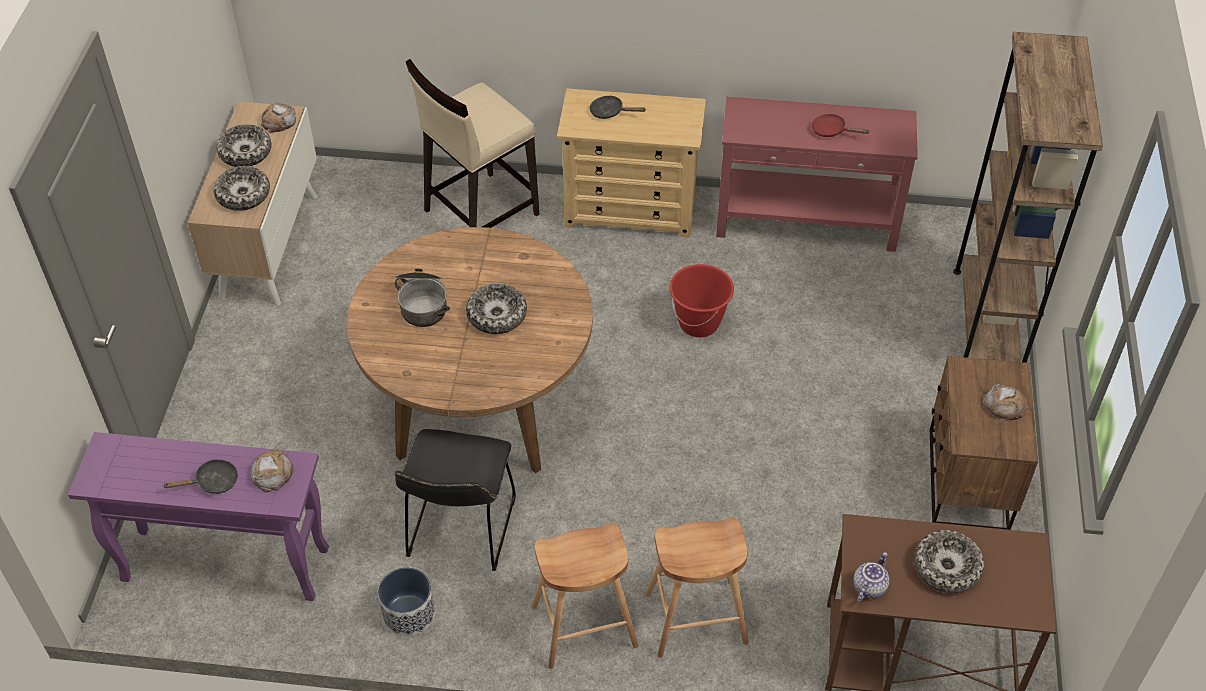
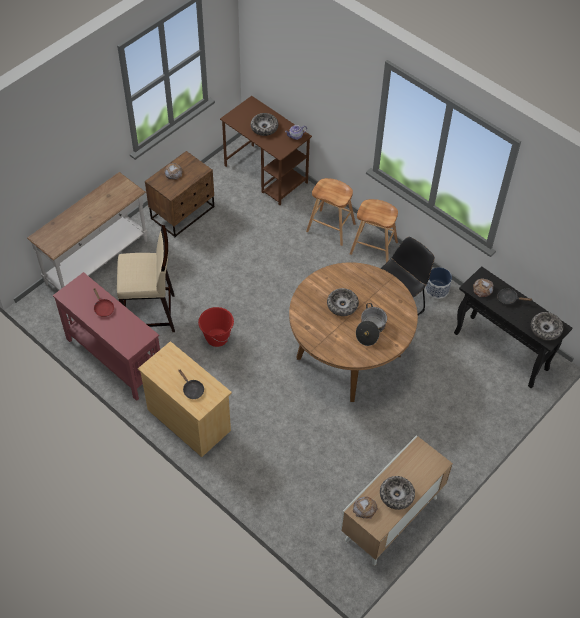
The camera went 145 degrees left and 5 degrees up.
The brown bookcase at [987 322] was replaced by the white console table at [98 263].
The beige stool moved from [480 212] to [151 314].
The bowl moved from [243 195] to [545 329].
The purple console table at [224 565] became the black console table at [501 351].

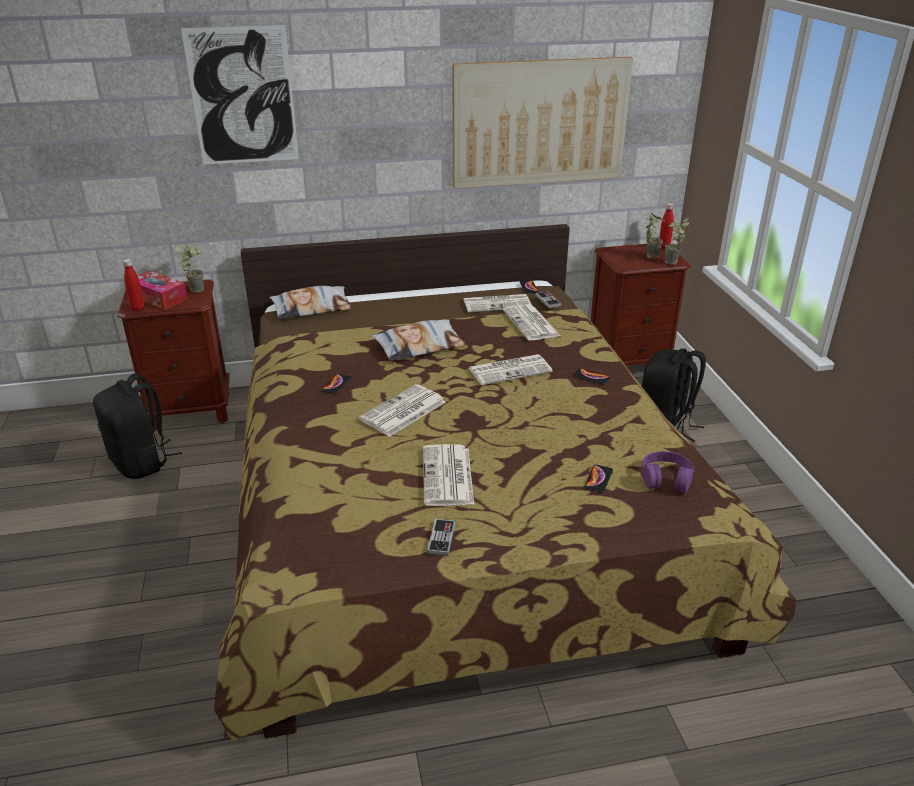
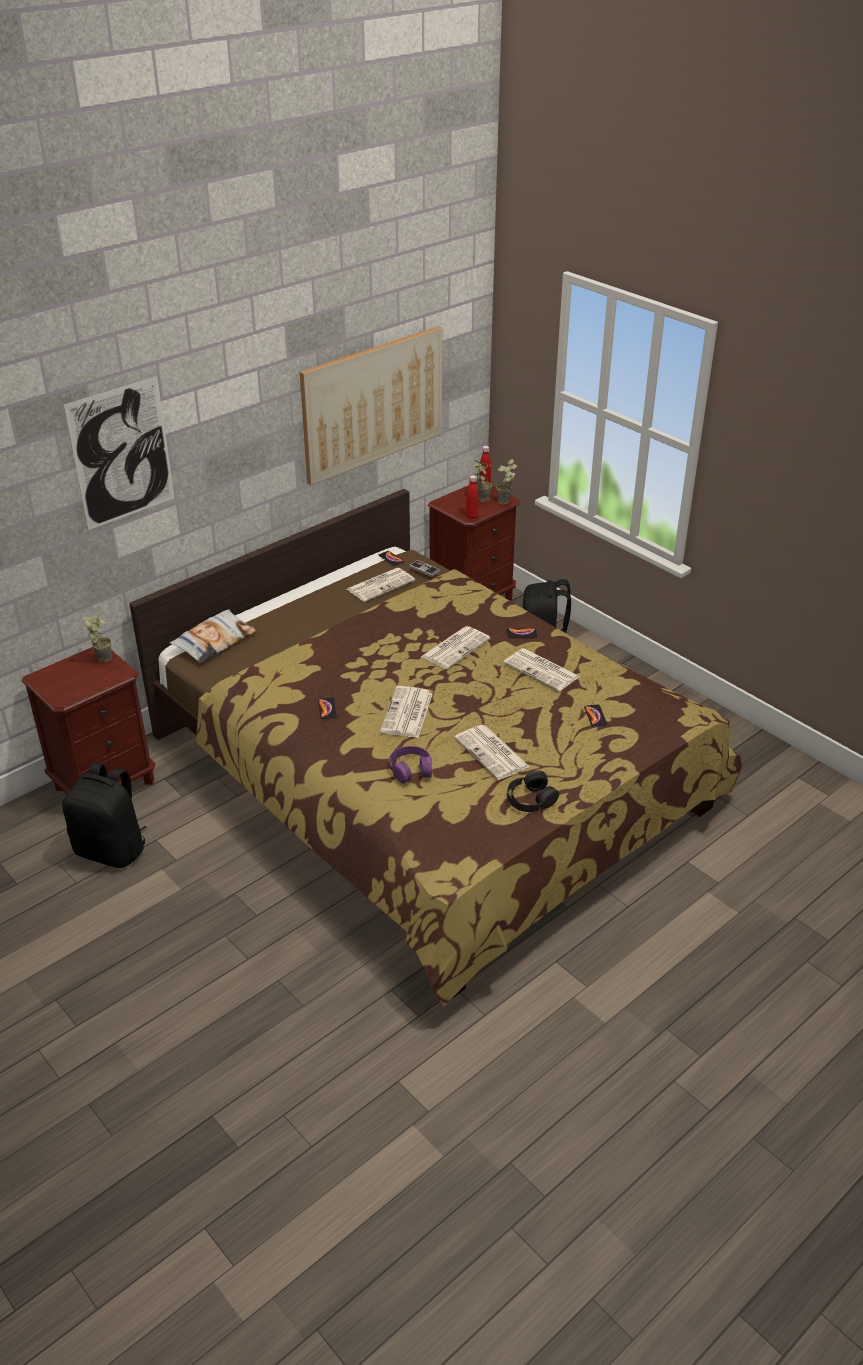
The camera went 30 degrees left and 5 degrees up.
The red bottle moved from [138 308] to [472 516].
The tissue box at [158 298] disappeared.
The newspaper moved from [532 323] to [542 670].
The pillow at [419 346] disappeared.
The purple headphones moved from [666 478] to [411 769].
The game controller at [441 538] was replaced by the black headphones at [530 799].

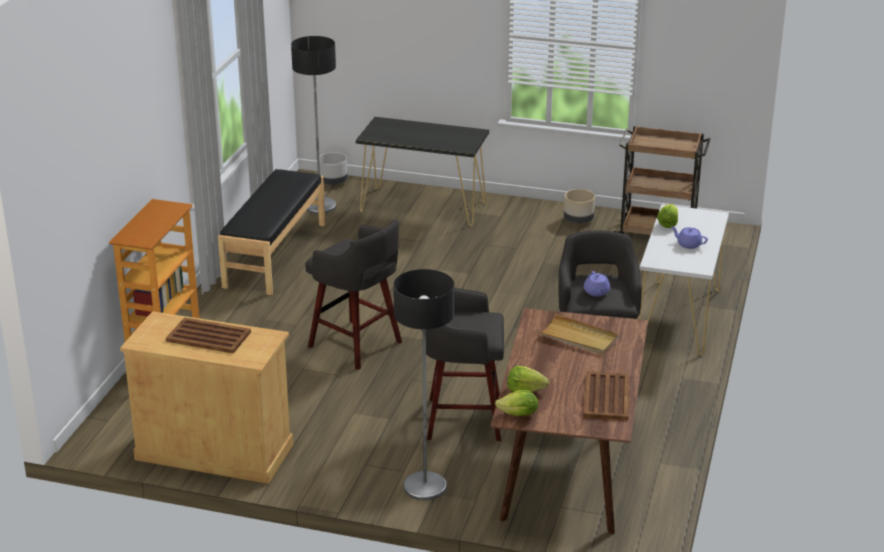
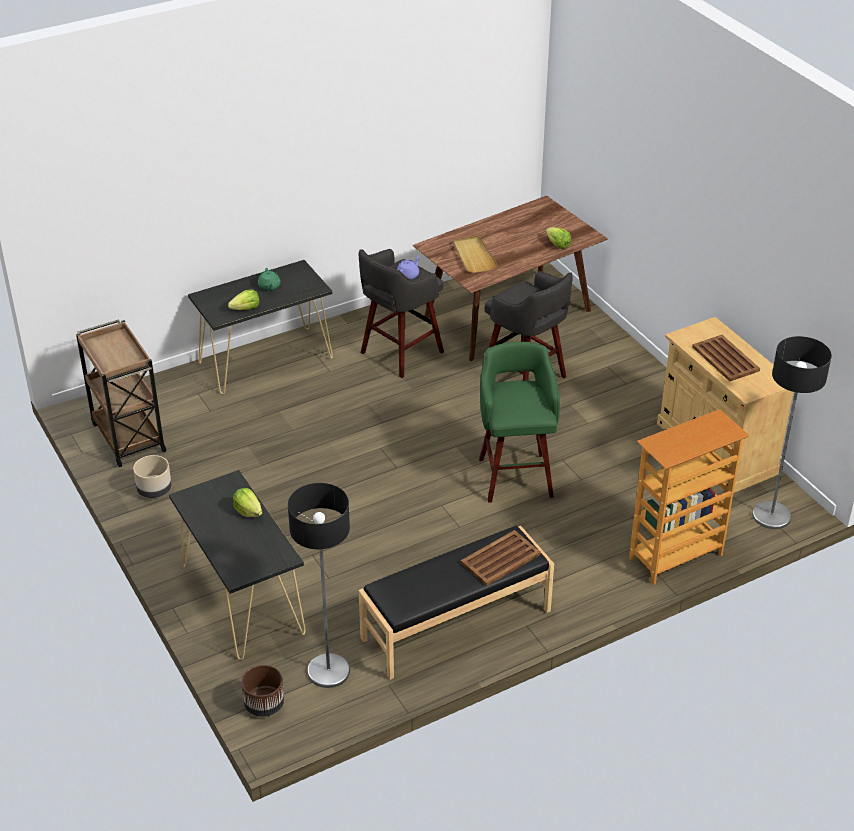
The camera went 135 degrees left and 10 degrees up.
The grey planter at [333 182] became the brown planter at [264 705].
The white console table at [678 318] became the black console table at [266 360].
The grey stool at [357 346] became the green stool at [515 475].
The purple teapot at [688 244] became the green teapot at [269 286].
The floor lamp moved from [424 486] to [771 516].
The brown tray moved from [606 396] to [500 559].
The lettuce moved from [518 414] to [248 511].

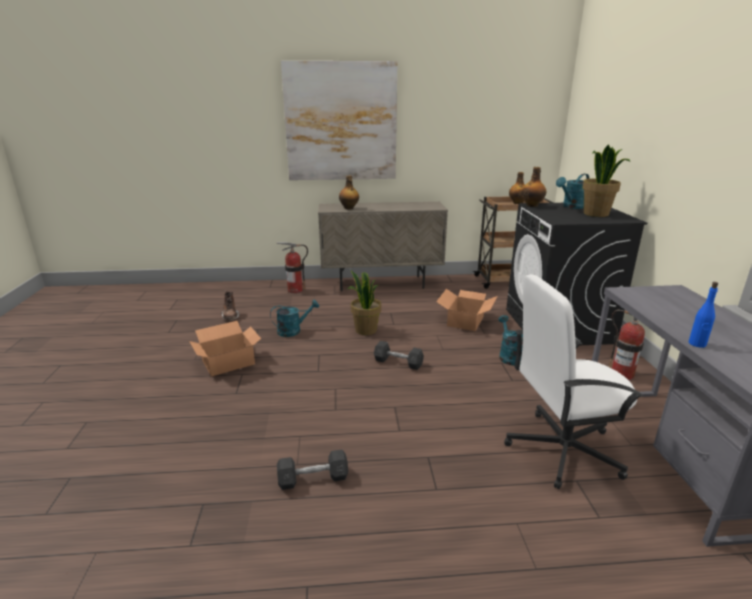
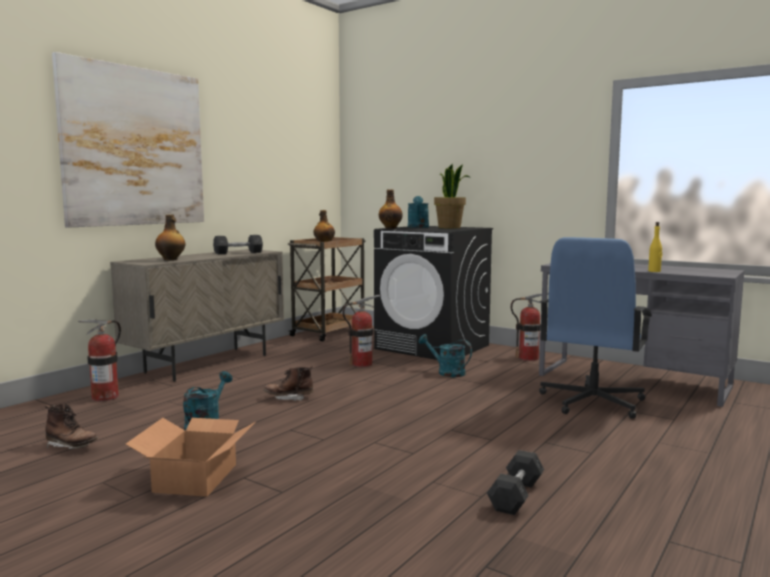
The camera went 50 degrees left and 15 degrees down.
The potted plant at [365 330] was replaced by the brown boot at [289 398].
The white office chair at [561 449] became the blue office chair at [591 402].
The blue bottle at [697 344] became the yellow bottle at [654 271].
The cardboard box at [466 321] was replaced by the fire extinguisher at [362 364].
The grey dumbbell moved from [398 362] to [238 253].

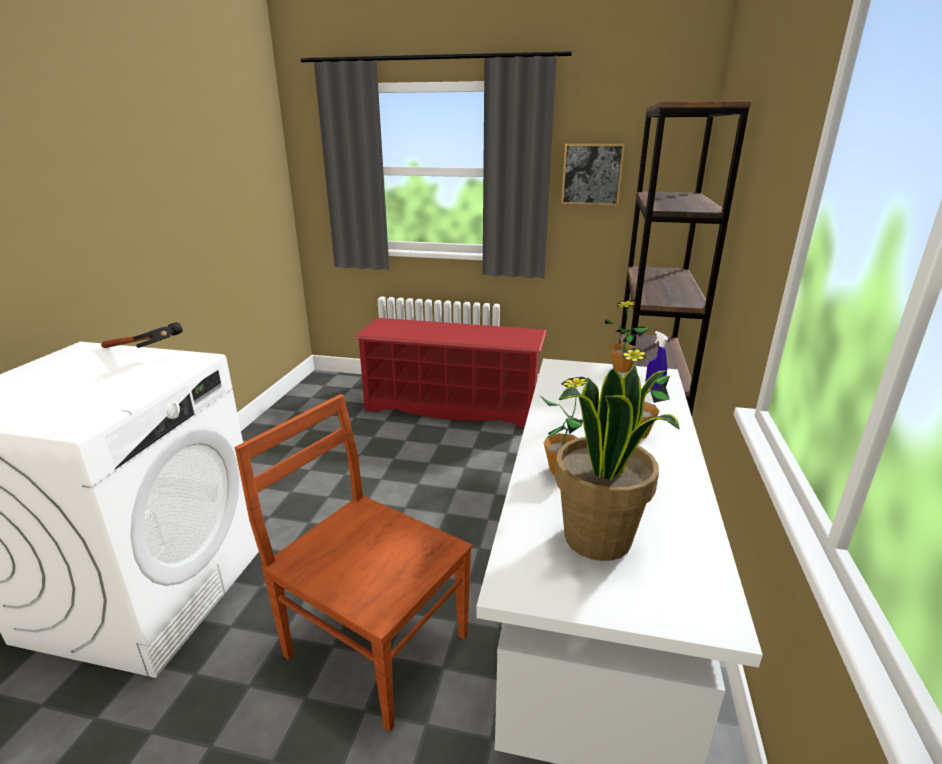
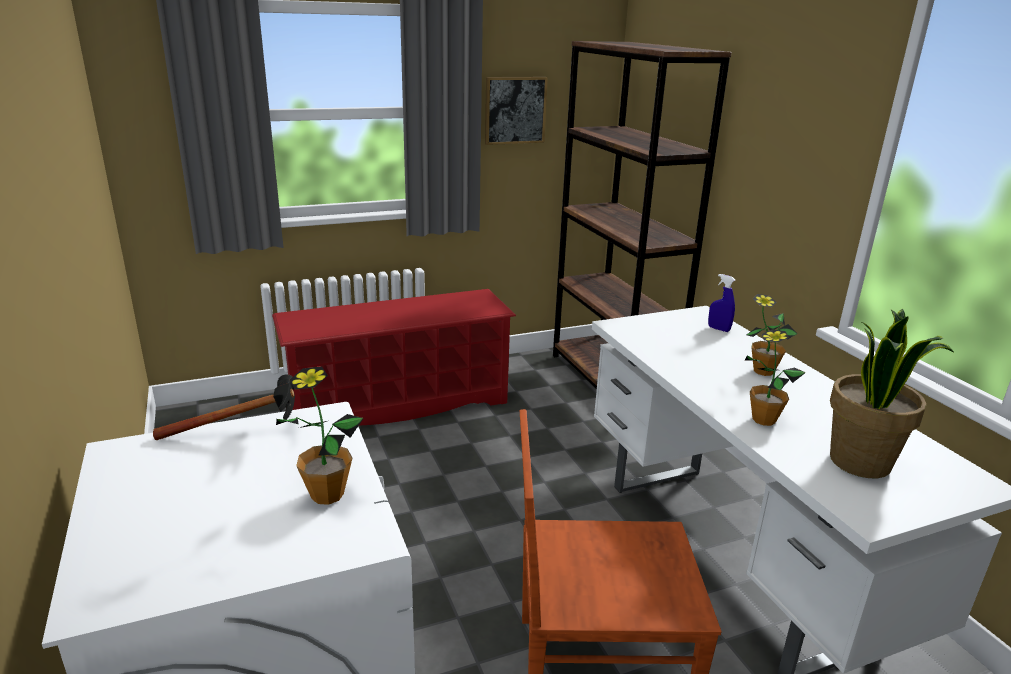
The camera went 35 degrees left and 0 degrees up.
The potted plant moved from [621 369] to [327 494].

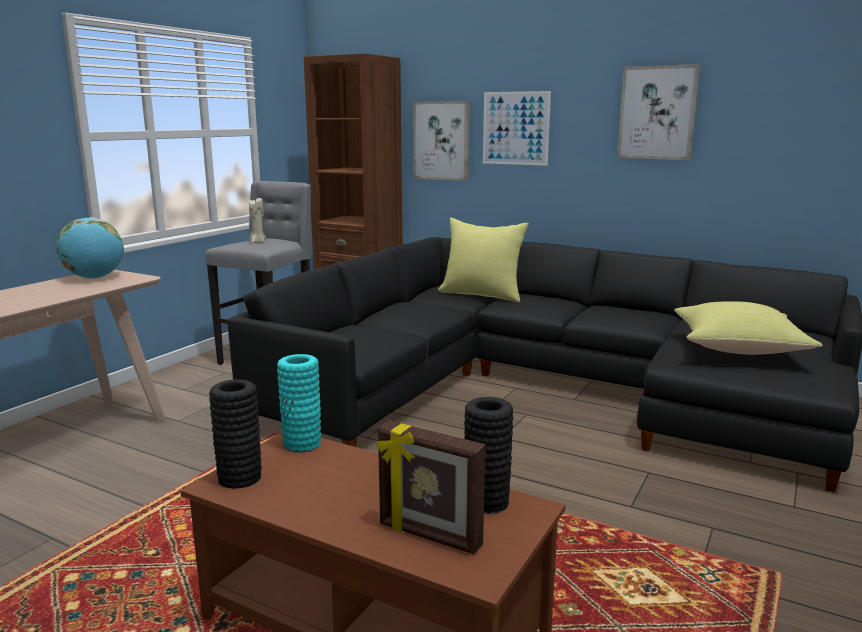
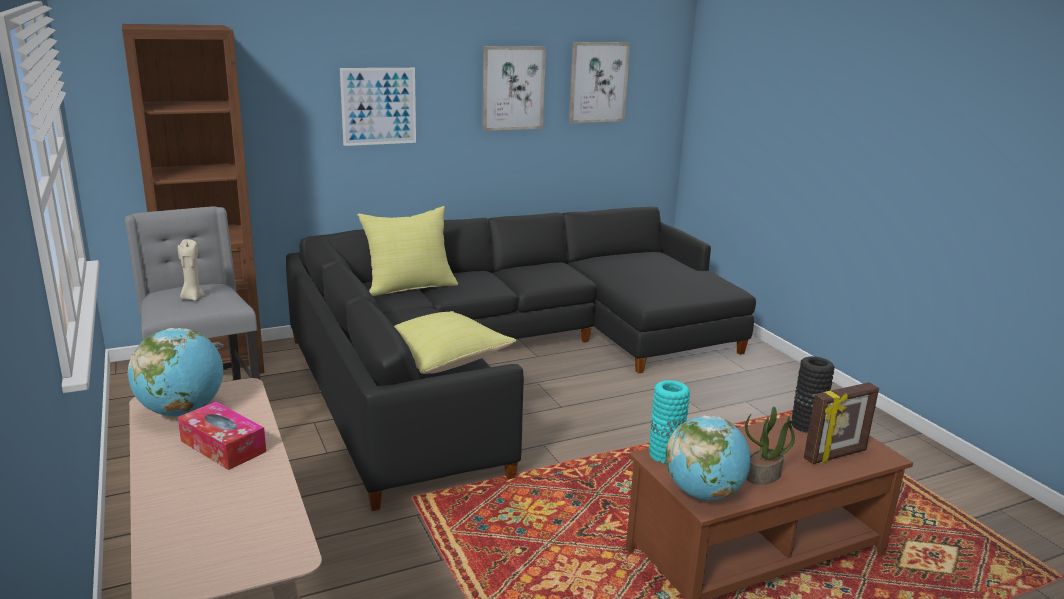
The camera went 55 degrees left and 5 degrees up.
The picture moved from [441 140] to [598 82].
The yellow pillow moved from [739 349] to [440 360].
The black vase at [240 478] was replaced by the globe at [703 493].
The tissue box at [223 446] appeared.
The potted plant at [763 476] appeared.

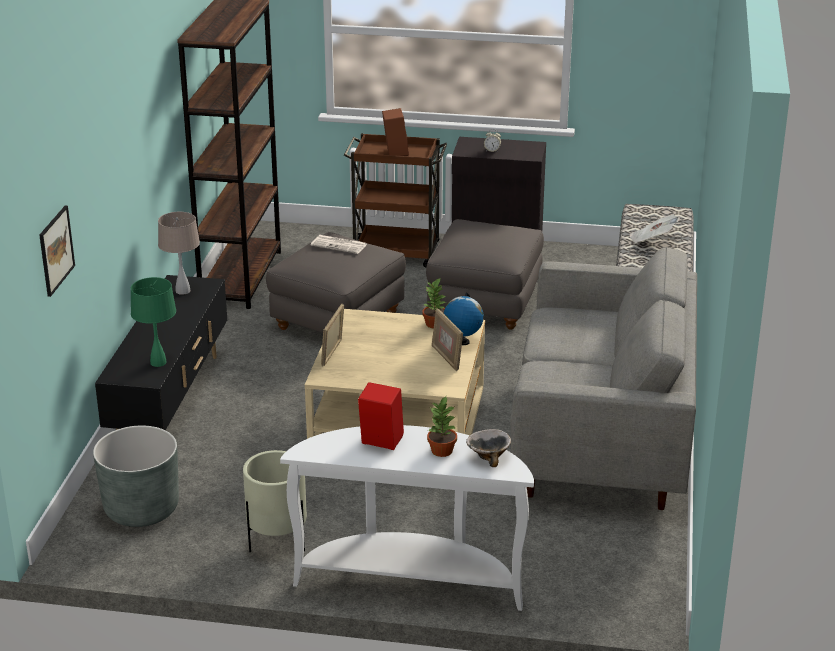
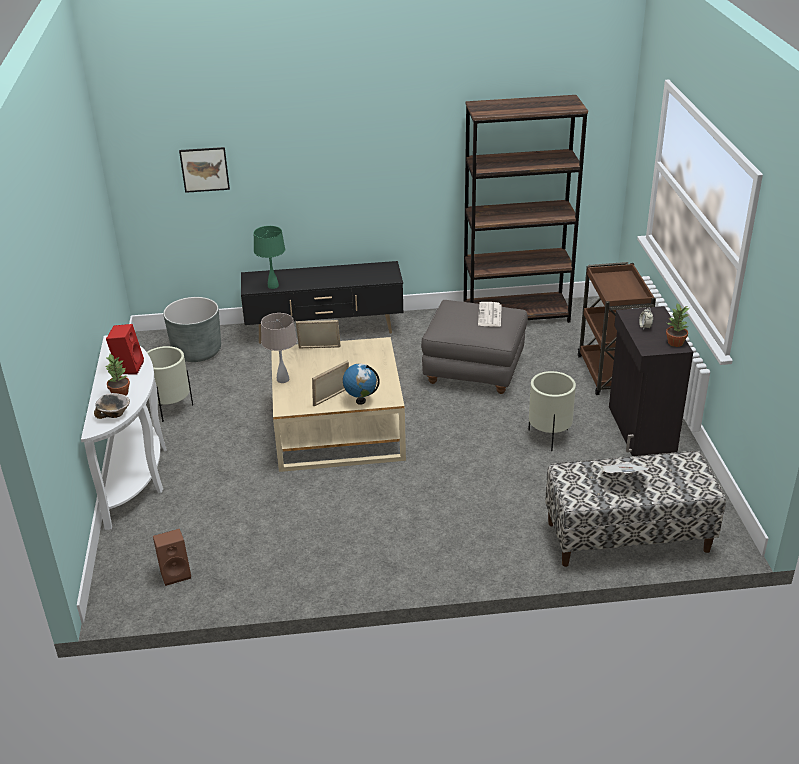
The camera went 75 degrees right and 5 degrees up.
The brown speaker moved from [394 153] to [176 573].
The beige table lamp moved from [182 291] to [282 379].
The grey ottoman at [484 304] was replaced by the beige planter at [549 437].
The grey sofa at [602 439] disappeared.
The potted plant moved from [435 324] to [675 343].

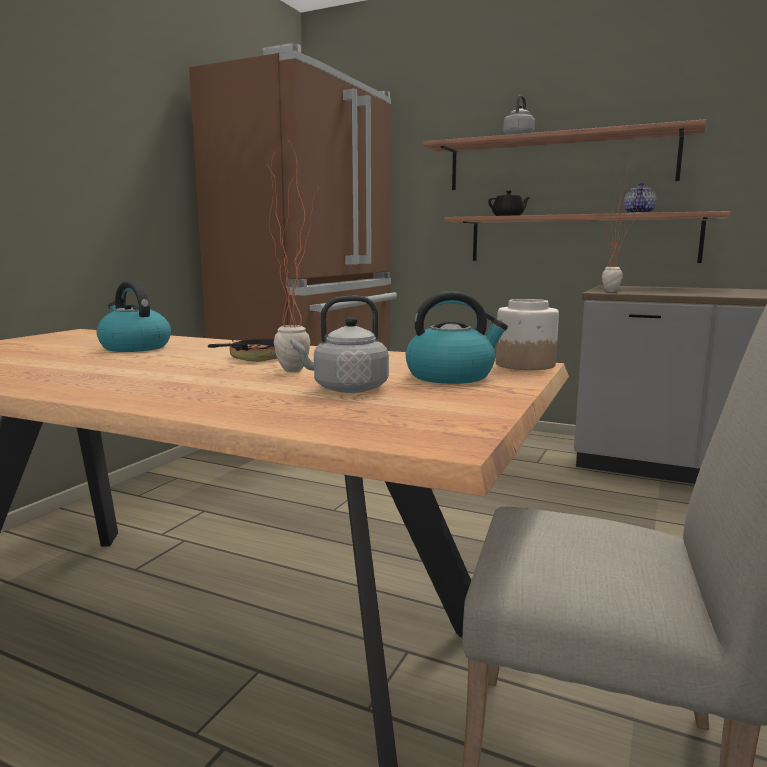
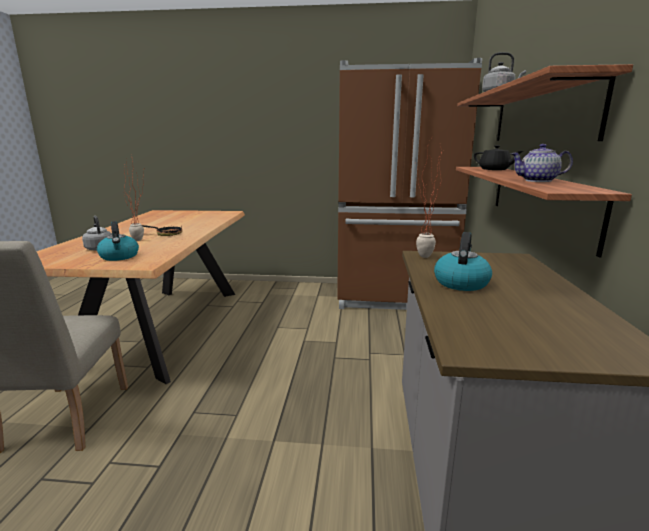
The camera went 70 degrees right and 5 degrees up.
The kettle moved from [134 347] to [460 283].
The jar at [524 364] disappeared.

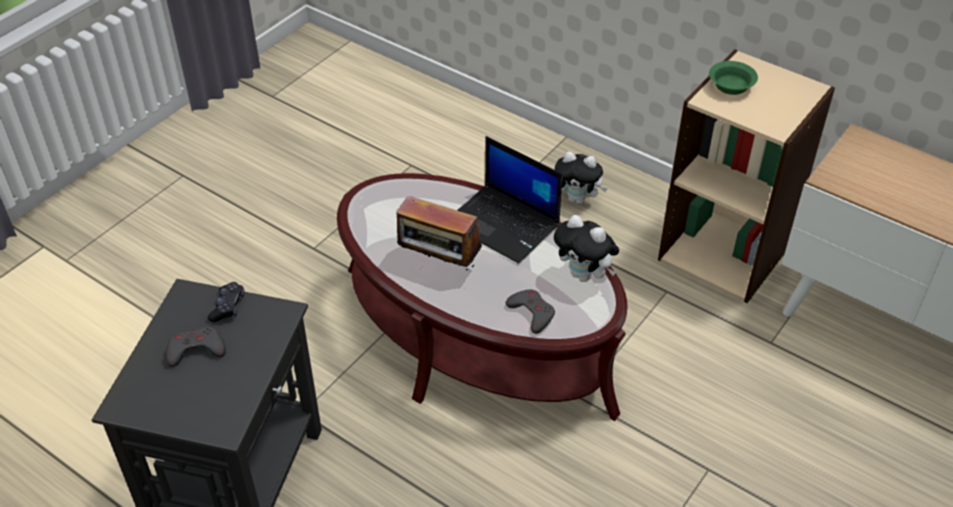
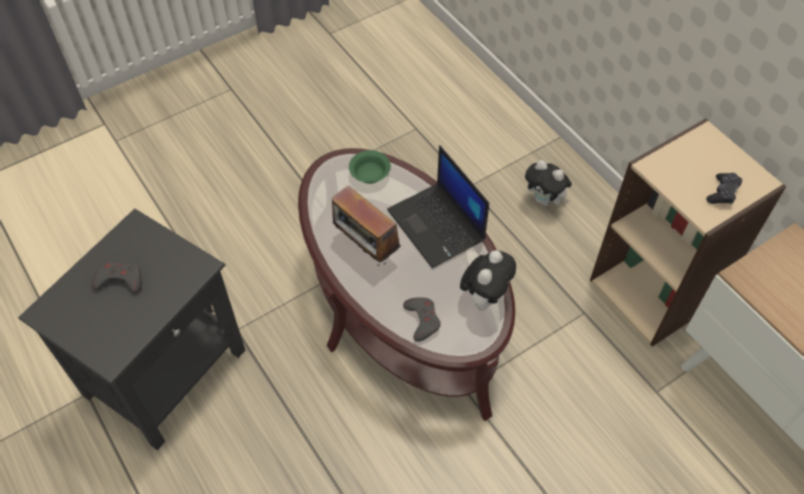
The camera went 20 degrees right and 10 degrees up.
The green bowl moved from [730 85] to [369 173].
The plush toy at [584 275] turned 120 degrees counterclockwise.
The black game controller moved from [228 307] to [722 193].

